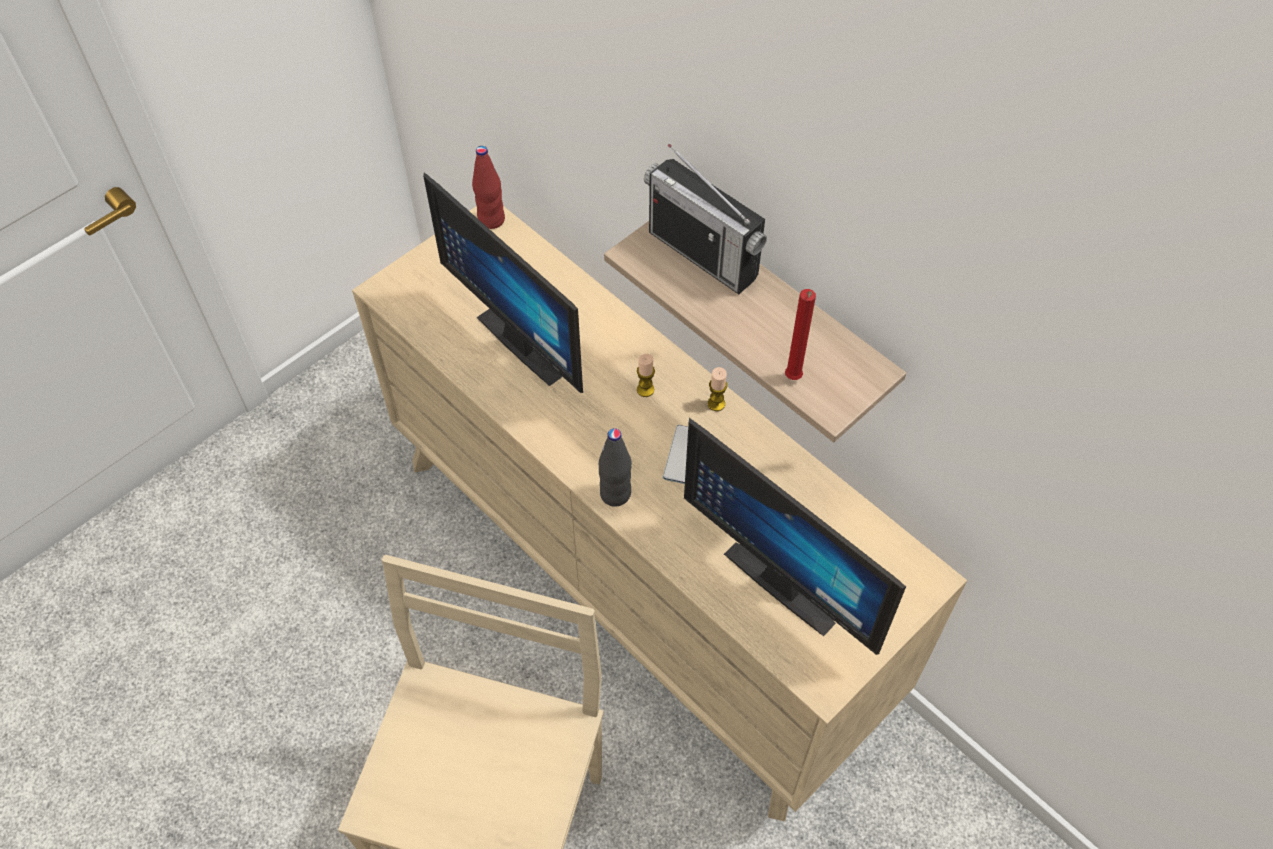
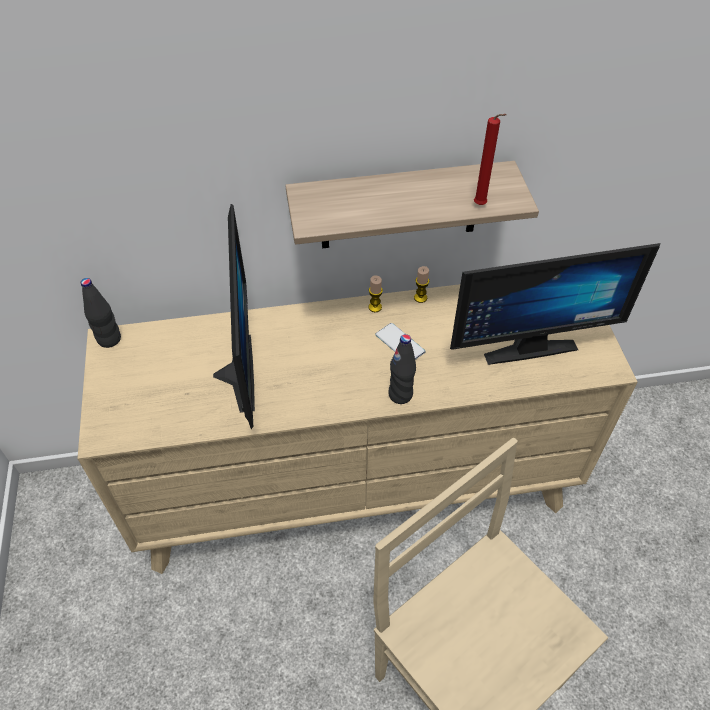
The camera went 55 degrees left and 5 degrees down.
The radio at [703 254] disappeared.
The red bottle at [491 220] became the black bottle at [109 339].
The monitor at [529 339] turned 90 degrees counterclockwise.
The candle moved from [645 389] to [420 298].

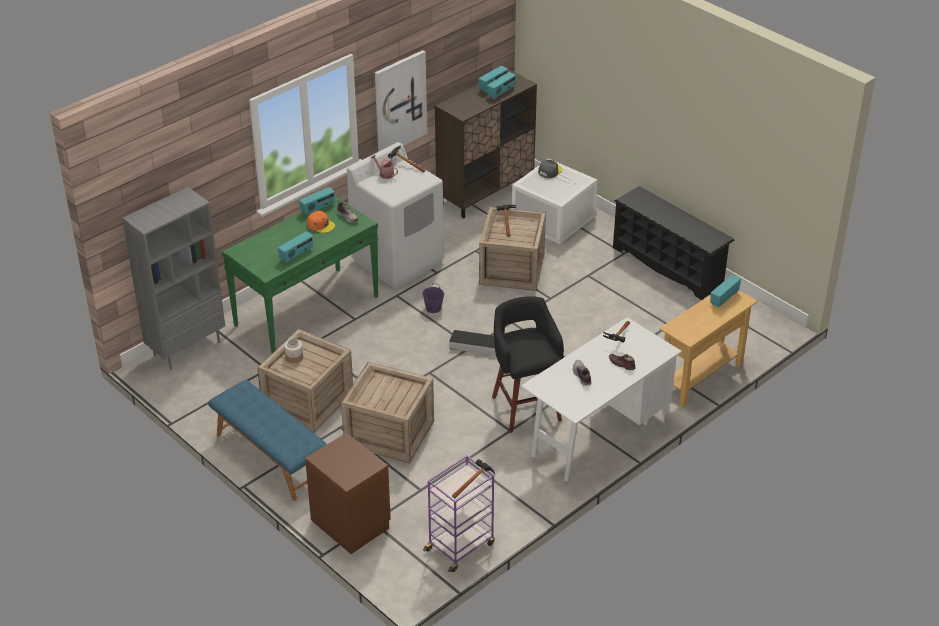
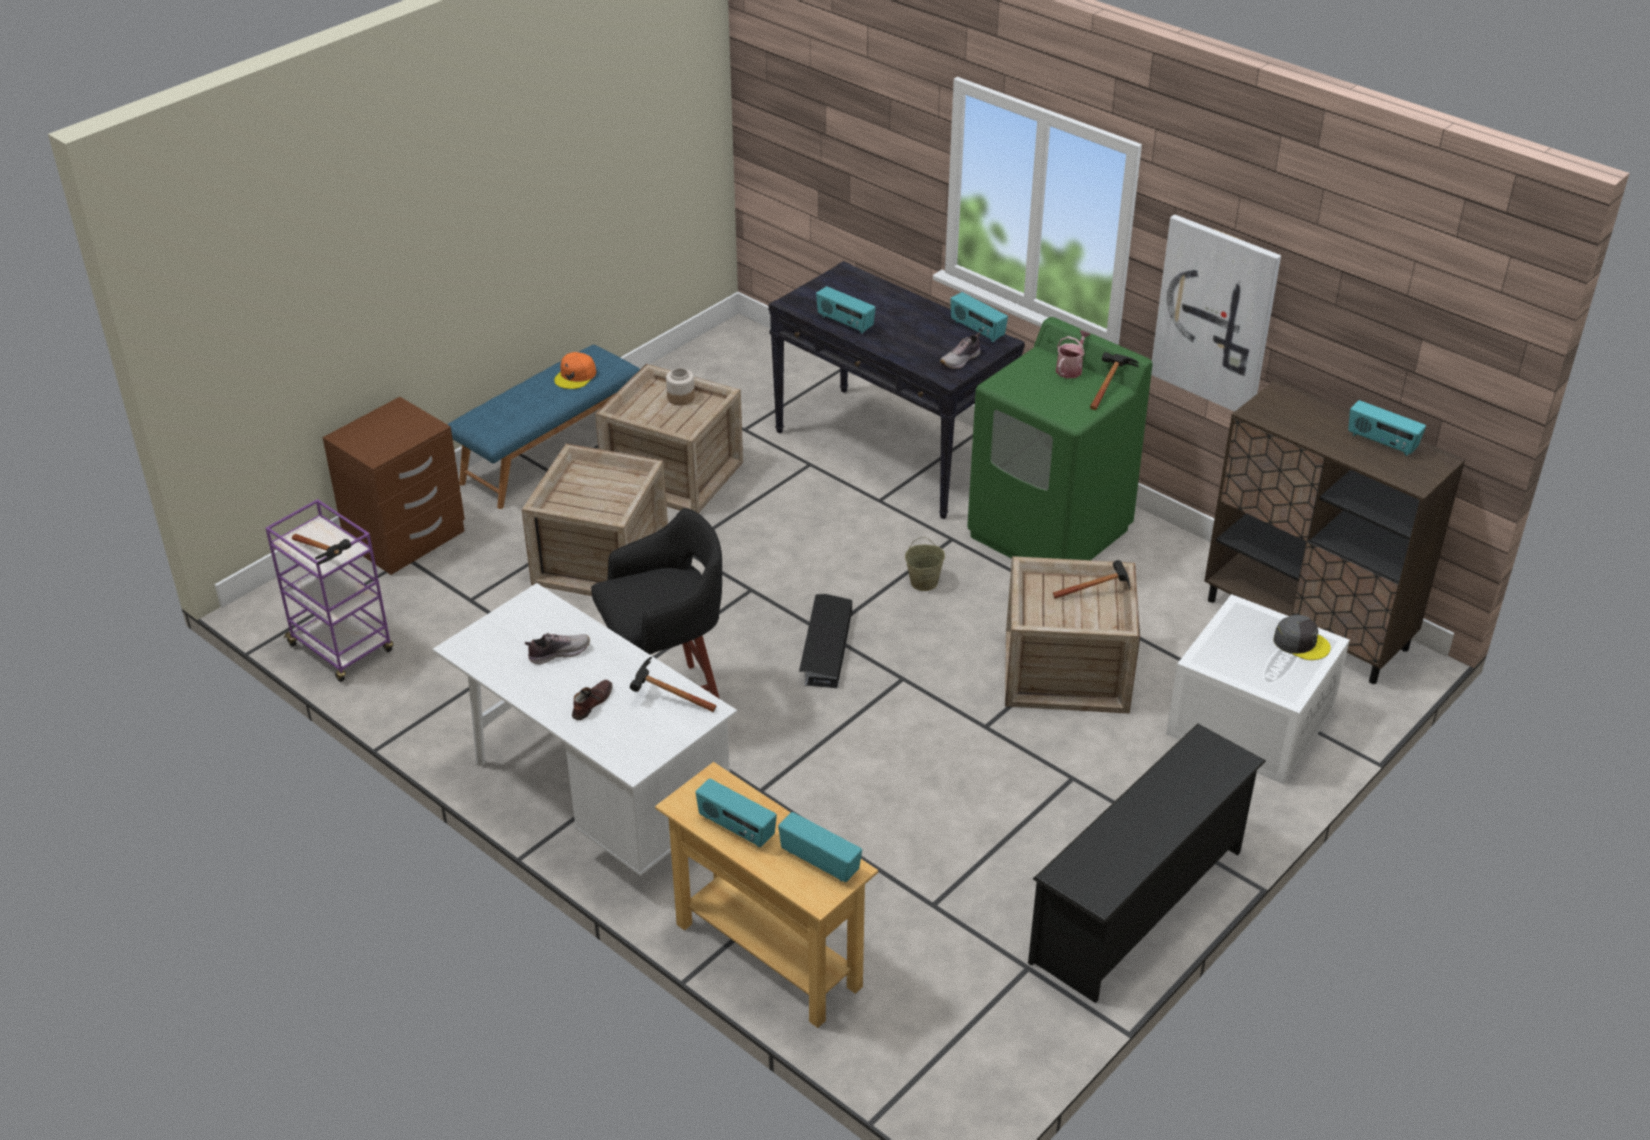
The camera went 85 degrees right and 0 degrees up.
The radio moved from [501 93] to [736 828].
The white washing machine at [398 261] became the green washing machine at [1049 533].
The grey bookcase at [187 348] disappeared.
The green console table at [307 310] became the black console table at [892 451].
The orange cap moved from [320 225] to [575 376].
The purple bucket at [433 308] became the beige bucket at [924 582].

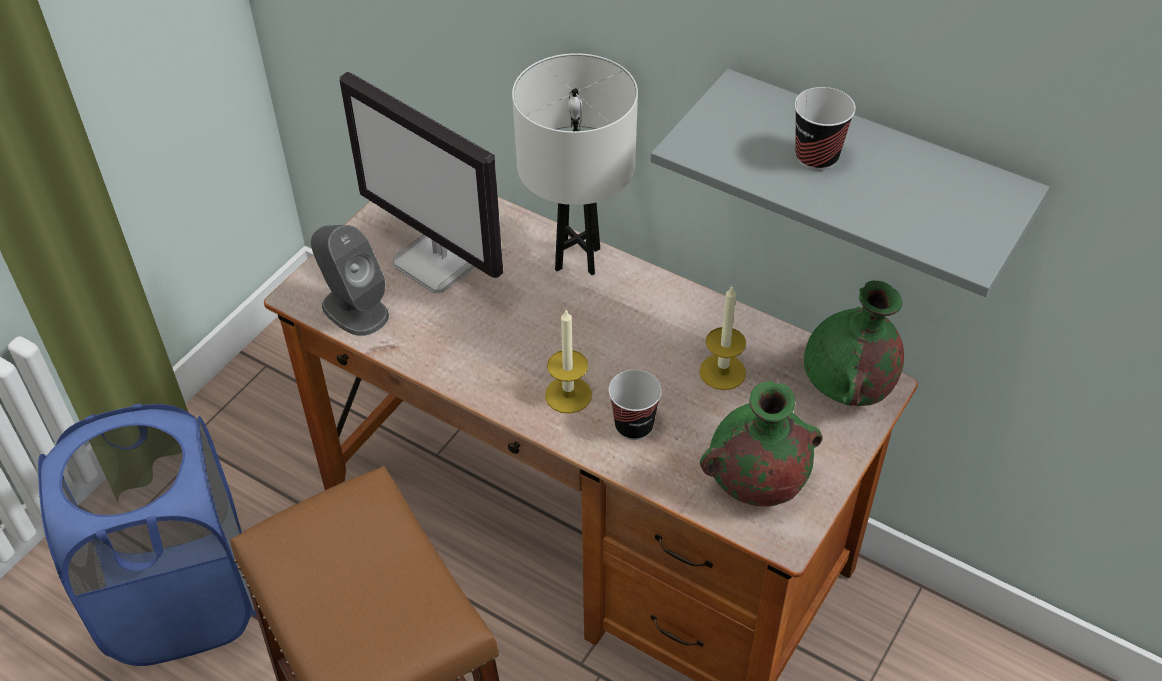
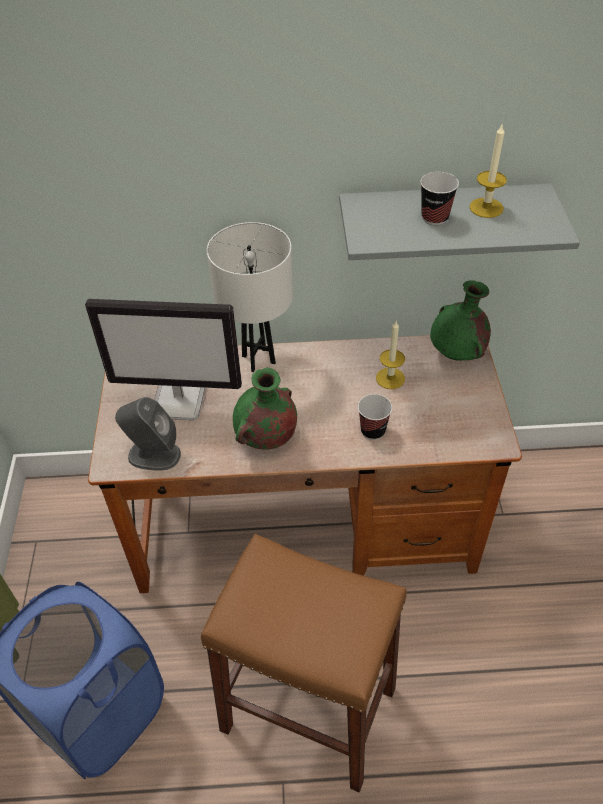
The camera went 35 degrees left and 0 degrees up.
The candle moved from [568 395] to [486 208].
The green vase moved from [755 483] to [266 438].

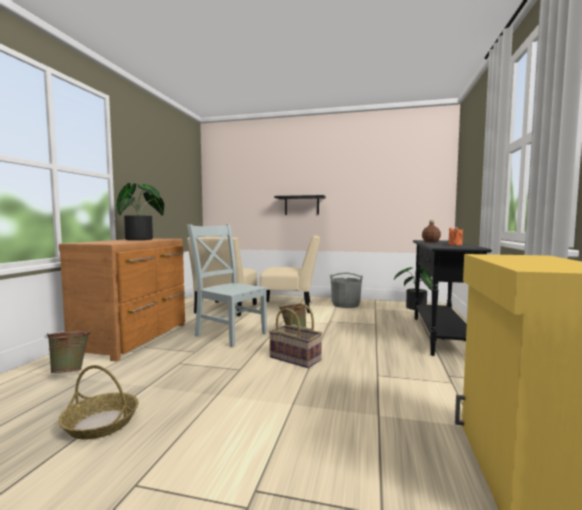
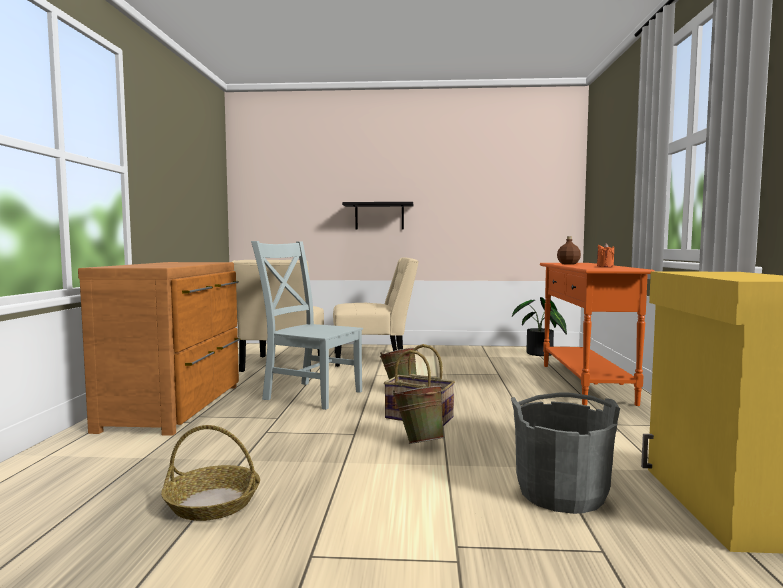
The camera went 10 degrees left and 0 degrees up.
The potted plant at [142 239] disappeared.
The black console table at [441 336] became the orange console table at [584 383].
The grey bucket moved from [345 305] to [561 493].
The green bucket moved from [70 372] to [420 442].

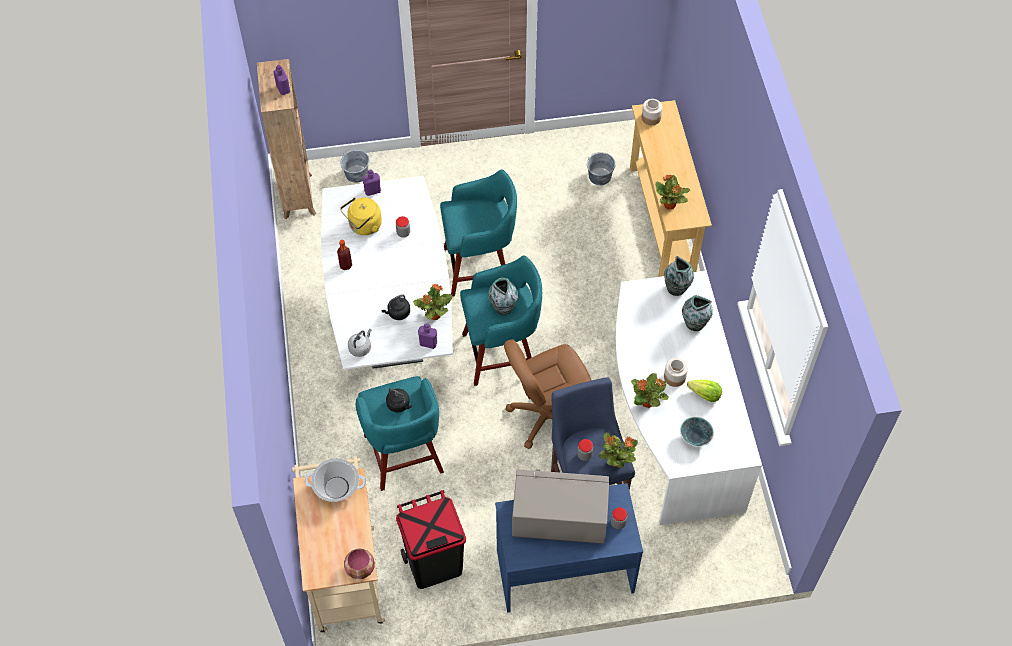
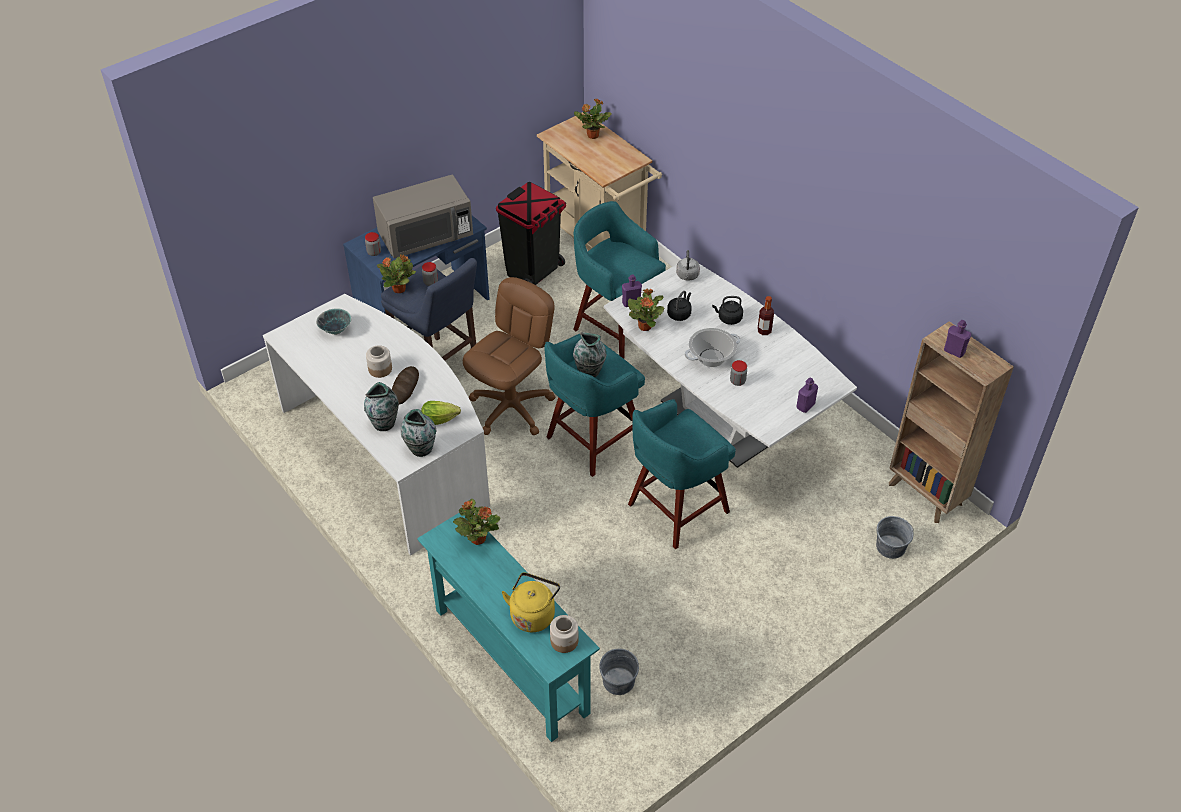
The camera went 150 degrees right and 10 degrees down.
The beige console table at [662 220] became the turquoise console table at [510 661].
The yellow kettle moved from [363 226] to [533 614].
The potted plant moved from [648 402] to [592 135].
The lettuce moved from [705 395] to [439 419].
The black kettle moved from [399 405] to [728 318].
The cooking pot moved from [336 487] to [711 358].
The bowl at [361 569] disappeared.
The bread at [405 387] appeared.

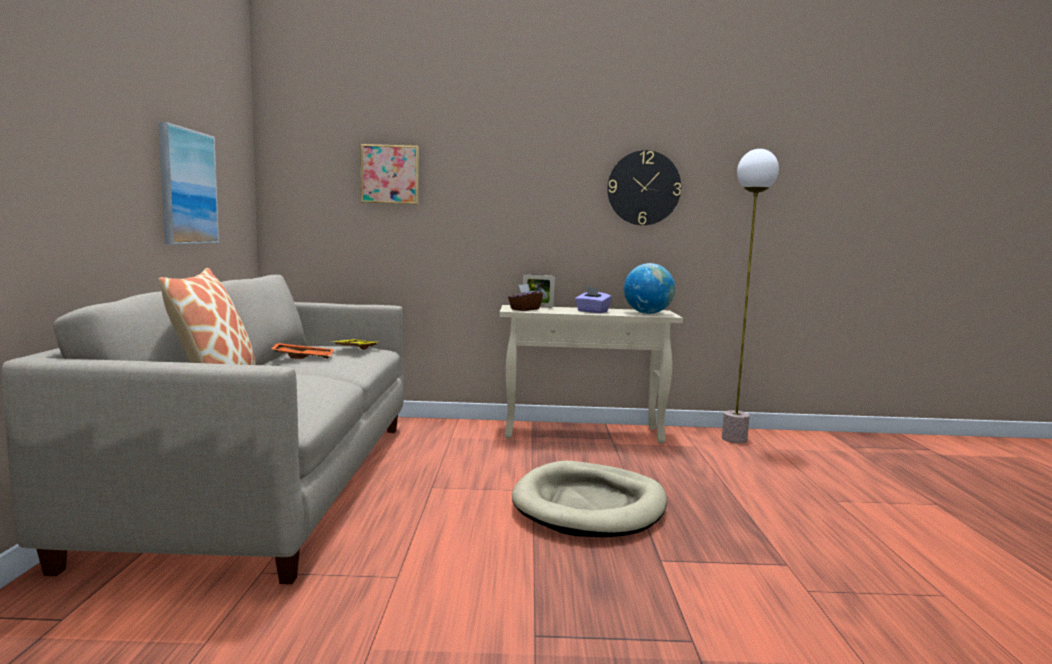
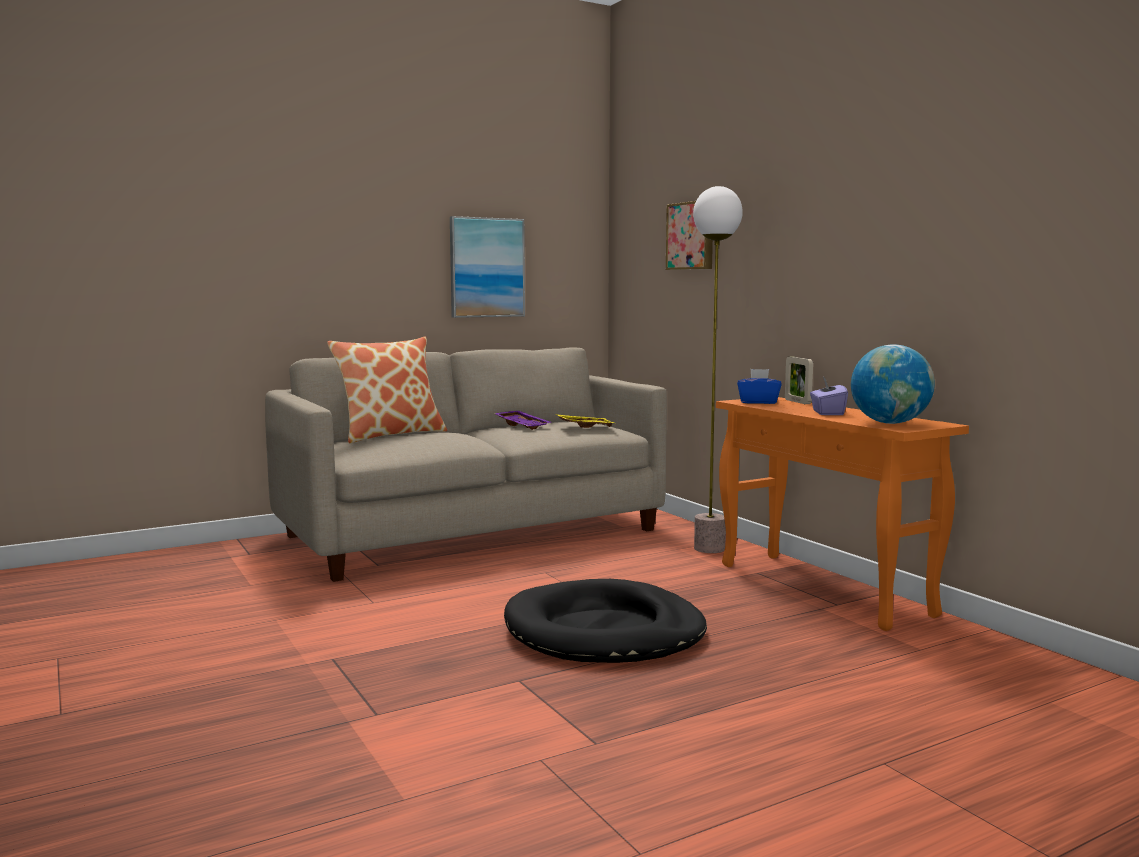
The camera went 60 degrees right and 0 degrees up.
The floor lamp moved from [734 439] to [709 548].
The wall clock at [643 188] disappeared.
The brown tissue box at [524 309] became the blue tissue box at [758 402].
The beige console table at [584 433] became the orange console table at [824 589].
The orange tray at [303 357] became the purple tray at [523 426].
The beige dog bed at [590 505] became the black dog bed at [604 631].

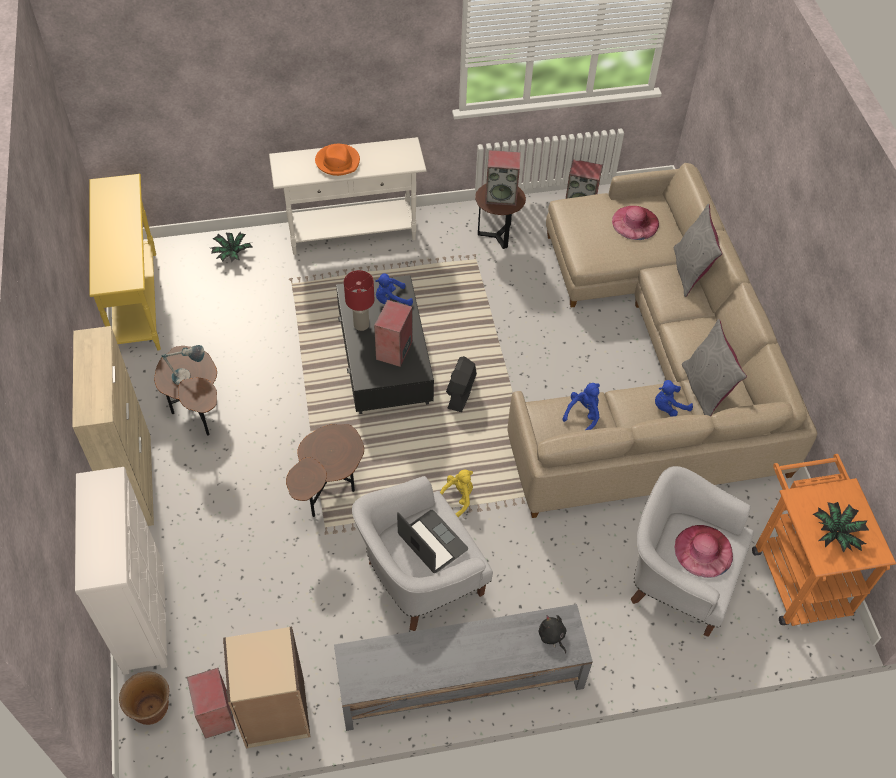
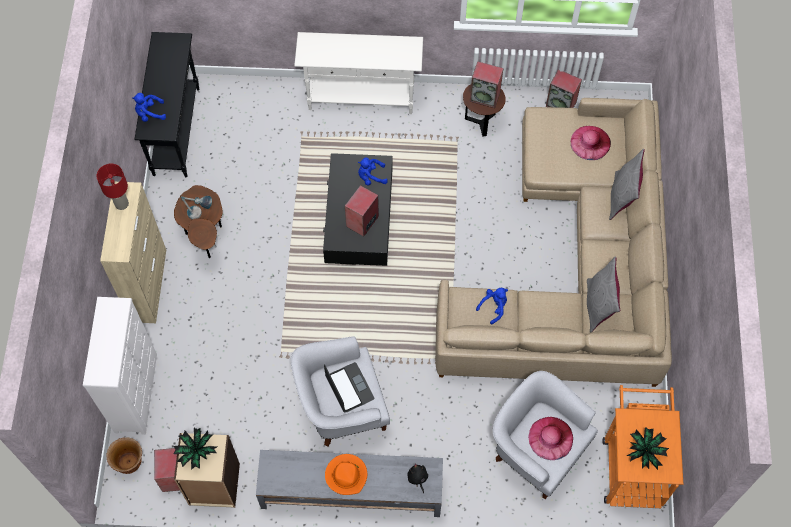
The camera went 15 degrees right and 10 degrees up.
The orange hat moved from [338 162] to [346 475].
The yellow console table at [137 302] became the black console table at [177 131].
The potted plant moved from [232 254] to [196 451].
The red table lamp moved from [361 325] to [121 204].
The black fan at [461 393] disappeared.
The blue plush toy moved from [668 407] to [149 113].
The brown side table at [328 491] disappeared.
The yellow plush toy at [458 498] disappeared.

